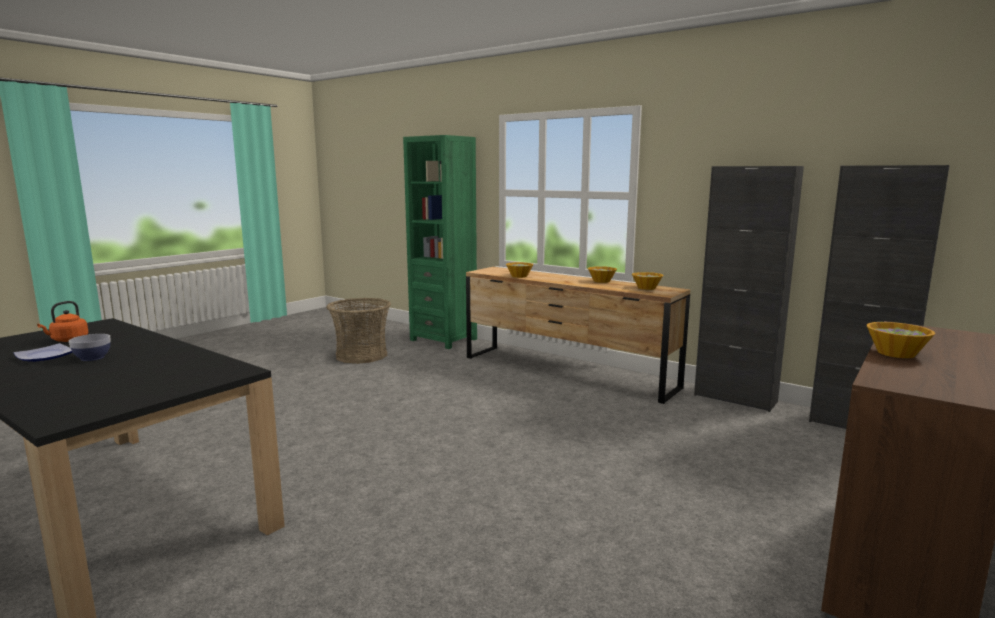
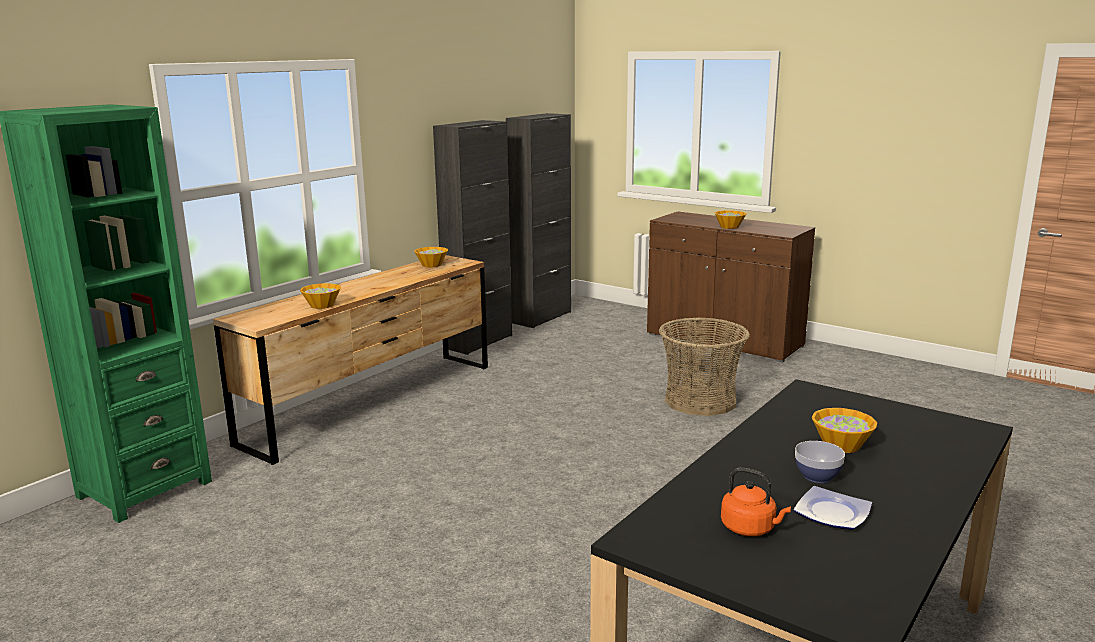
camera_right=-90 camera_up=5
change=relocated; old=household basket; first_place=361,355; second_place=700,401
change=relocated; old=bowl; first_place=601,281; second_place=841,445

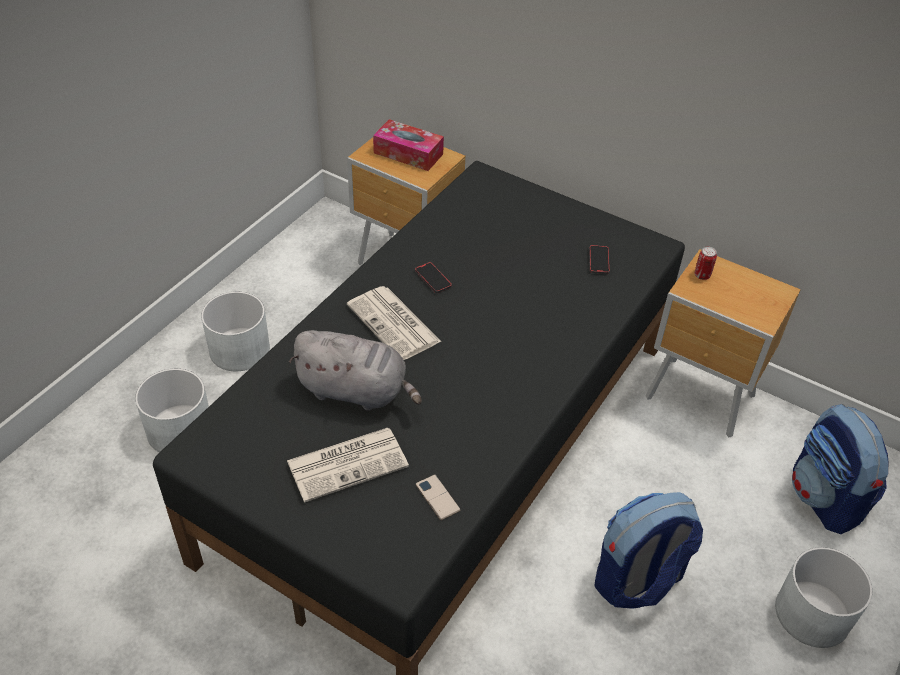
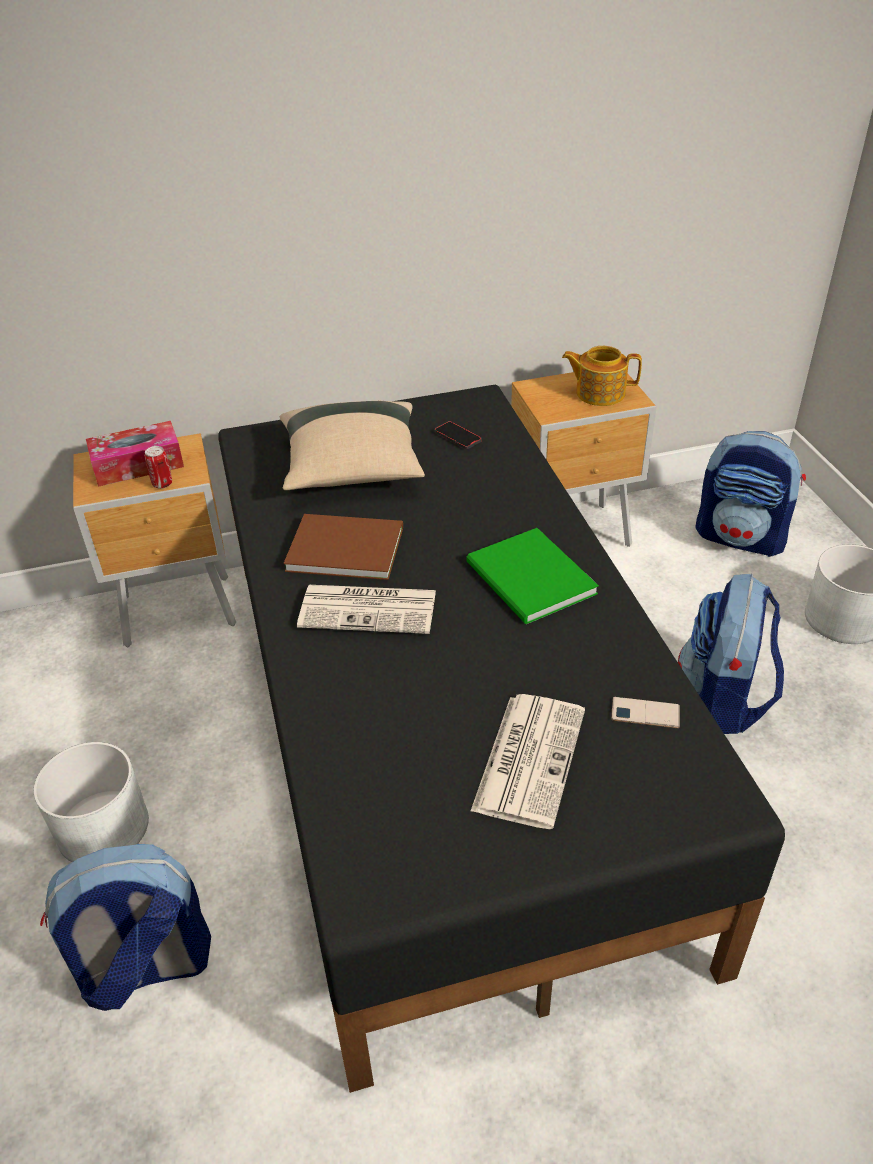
camera_right=-45 camera_up=-5
change=exchanged; old=whitish plant pot; new=knapsack; first_place=179,430; second_place=145,968
change=relocated; old=can; first_place=702,275; second_place=162,484
change=appeared; new=beige-coloured cushion; second_place=352,468
change=exchanged; old=handset; new=brown-coloured book; first_place=433,279; second_place=342,547
change=appeared; new=green book; second_place=530,581
change=appeared; new=teapot; second_place=599,393
change=missing; old=gray plush toy; first_place=356,391

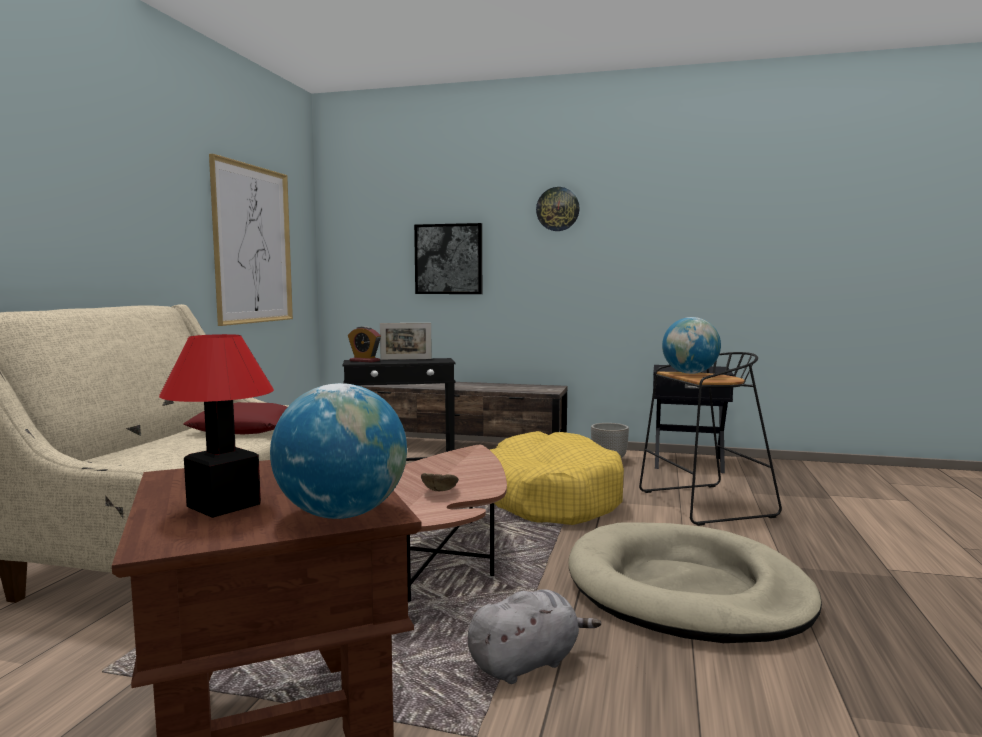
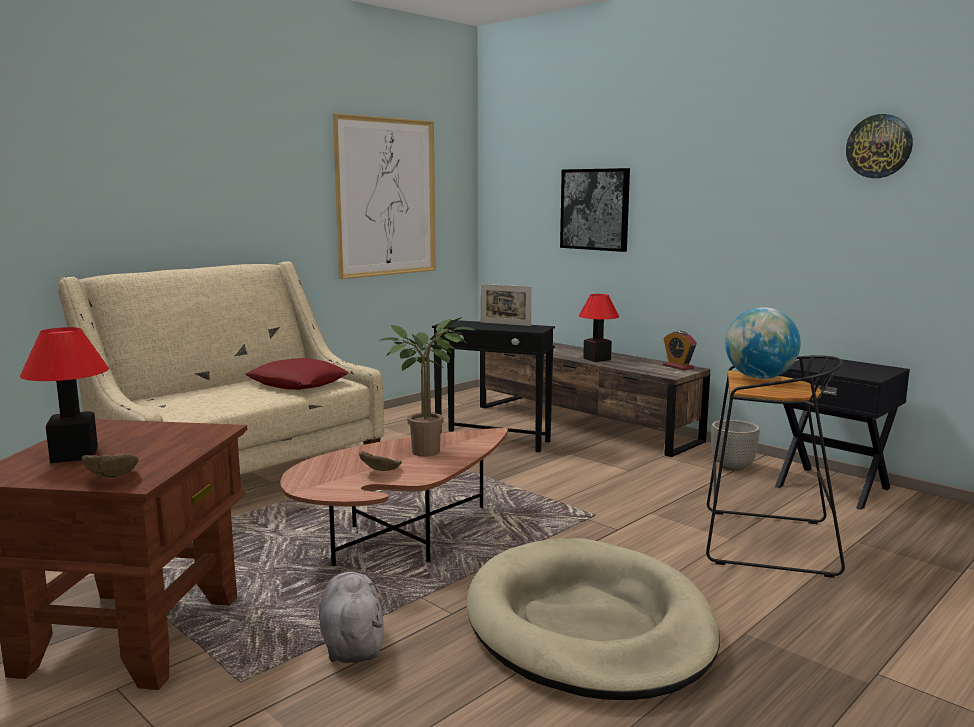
camera_right=30 camera_up=5
change=exchanged; old=globe; new=brown-coloured bowl; first_place=341,515; second_place=114,477
change=spun; old=gray plush toy; first_place=527,663; second_place=352,643; degrees=-105
change=appeared; new=houseplant; second_place=430,450
change=appeared; new=tabletop lamp; second_place=597,359
change=relocated; old=table clock; first_place=364,361; second_place=678,367
change=relocated; old=clock on the wall; first_place=557,209; second_place=879,146
change=missing; old=yellow-coloured dog cushion; first_place=550,498

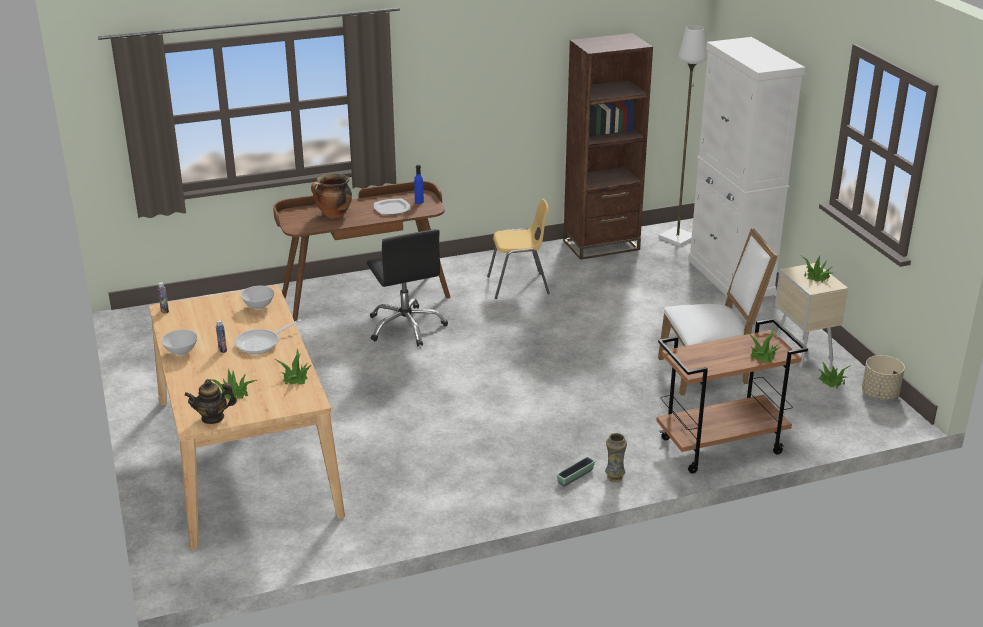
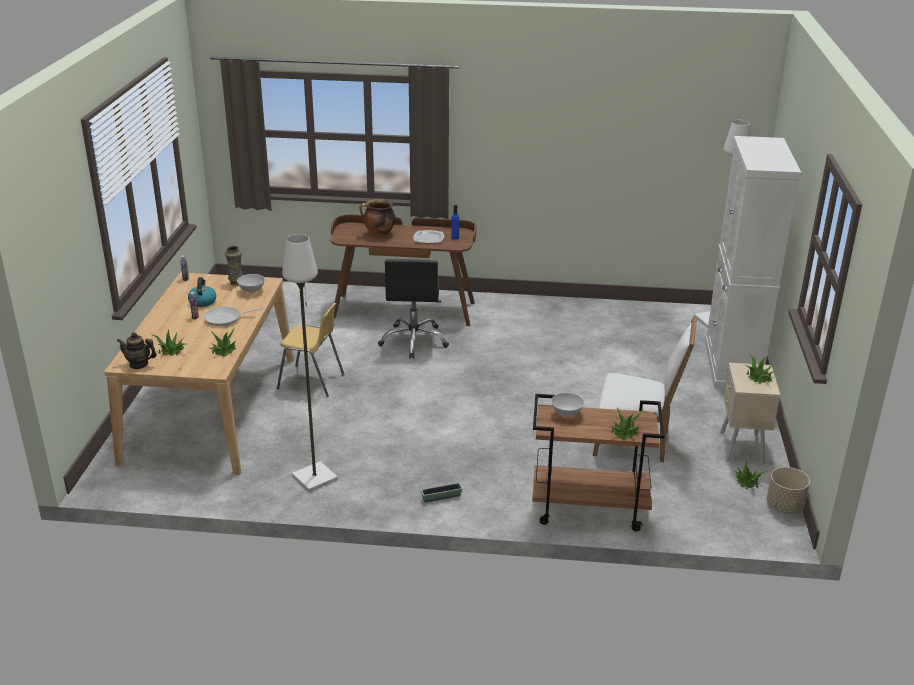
camera_right=25 camera_up=0
change=appeared; new=water kettle; second_place=202,301
change=relocated; old=flower vase; first_place=614,477; second_place=236,282
change=relocated; old=yellow-coloured chair; first_place=519,285; second_place=311,382
change=appeared; new=whitish standard lamp; second_place=315,477
change=relocated; old=whitish bowl; first_place=181,352; second_place=567,414
change=missing; old=brown-coloured bookcase; first_place=601,245

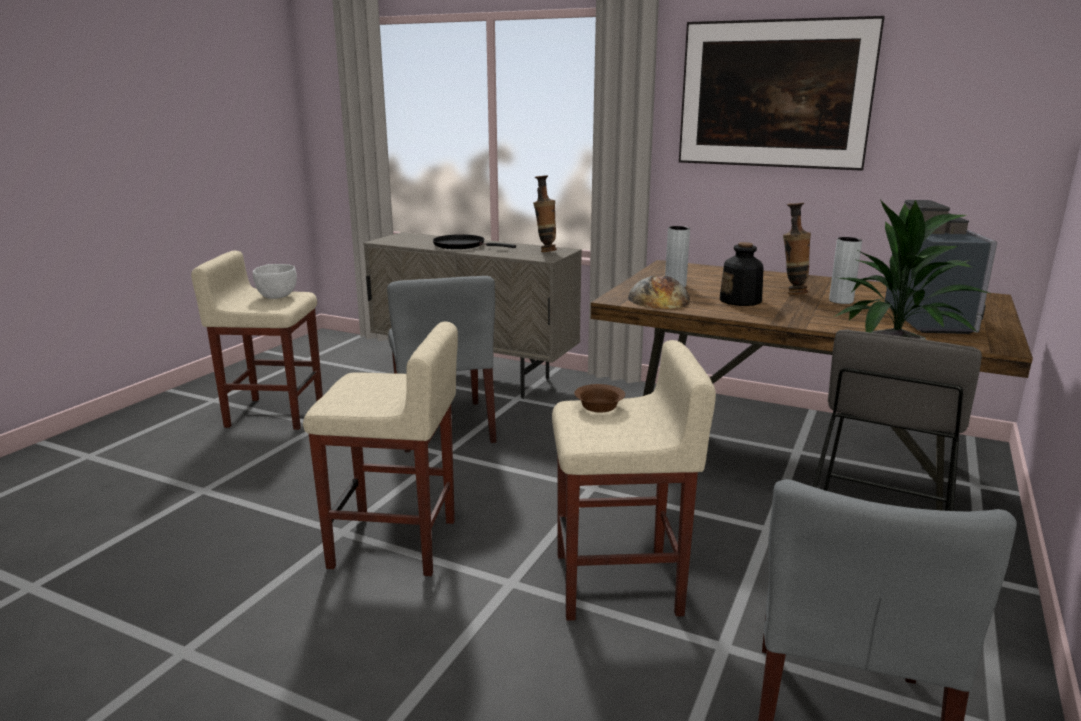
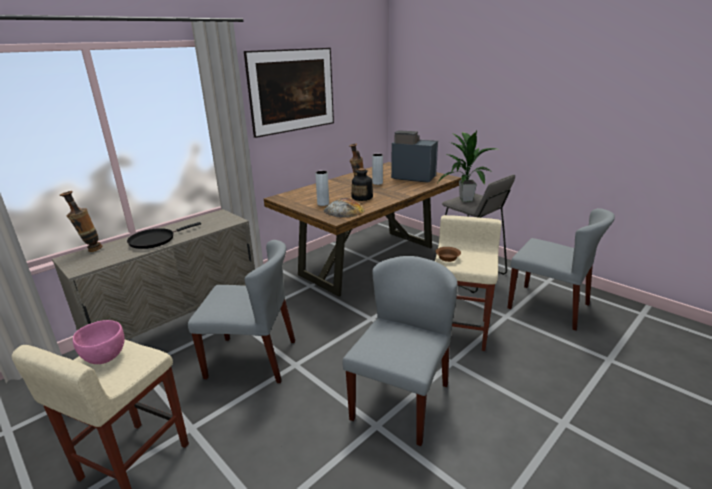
camera_right=-70 camera_up=5
change=relocated; old=flower vase; first_place=545,251; second_place=90,250
change=colour; old=whitish bowl; new=pink bowl; first_place=277,296; second_place=105,357
change=exchanged; old=beige-coloured stool; new=gray chair; first_place=395,544; second_place=400,400

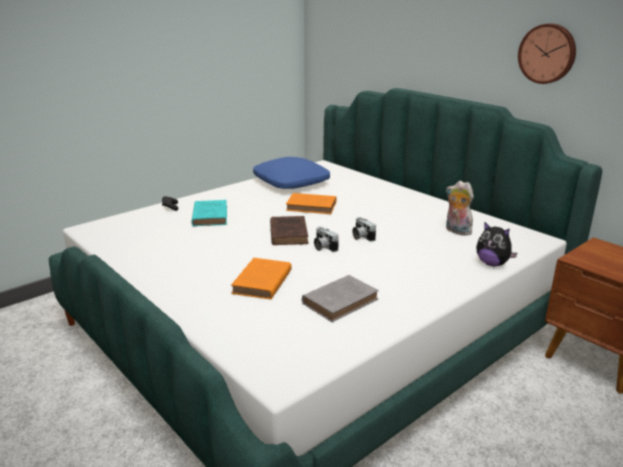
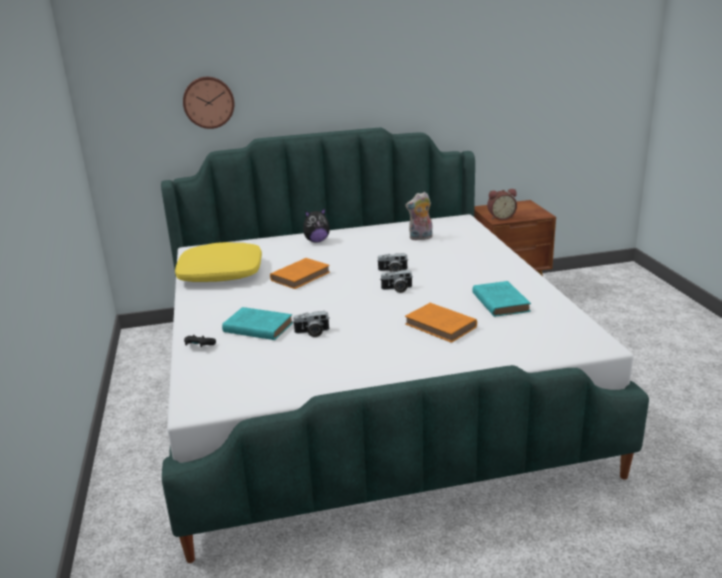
camera_right=-60 camera_up=0
change=colour; old=blue cushion; new=yellow-coloured cushion; first_place=291,182; second_place=221,273
change=relocated; old=clock on the wall; first_place=547,53; second_place=208,102
change=appeared; new=photo camera; second_place=312,332
change=relocated; old=plush toy; first_place=492,263; second_place=316,241
change=colour; old=gray book; new=turquoise-coloured book; first_place=341,301; second_place=499,301
change=appeared; new=table clock; second_place=501,217
change=missing; old=brown-coloured book; first_place=288,233

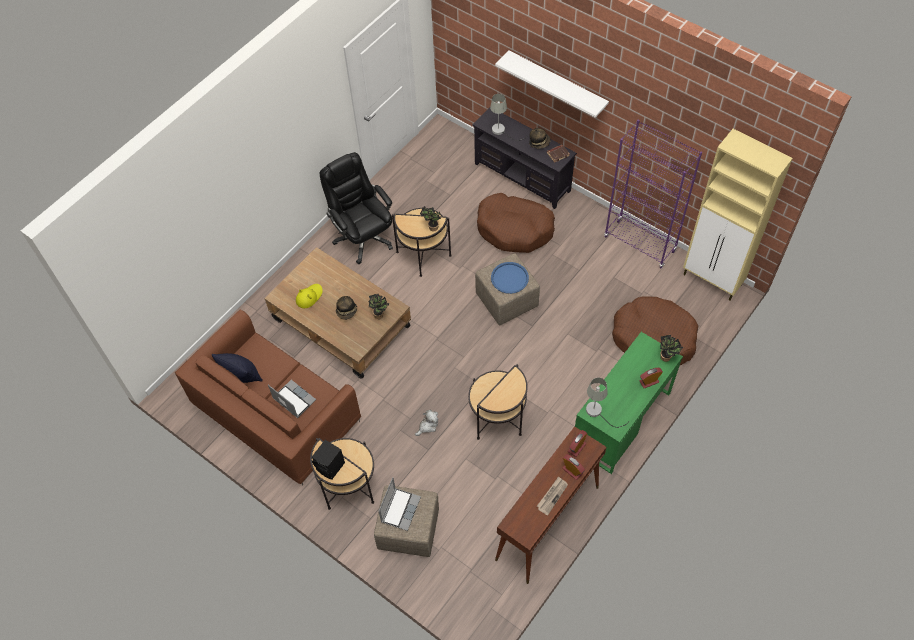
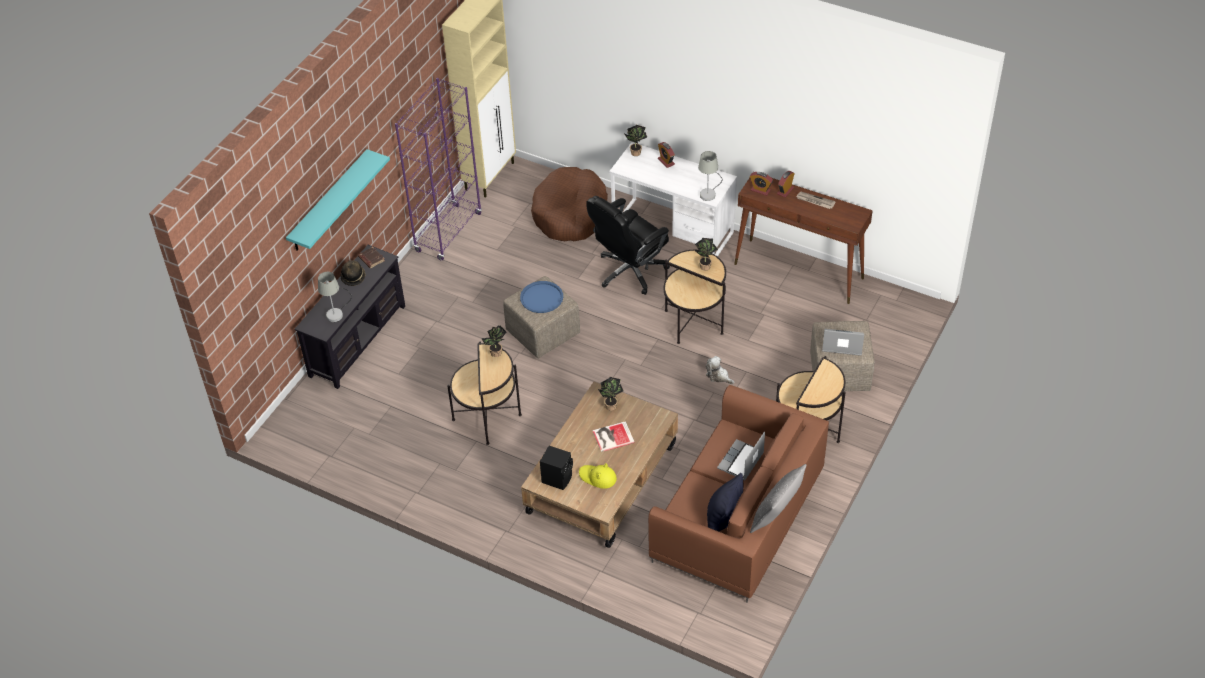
camera_right=-100 camera_up=-10
change=colour; old=whitish shelf; new=turquoise-coloured shelf; first_place=557,83; second_place=329,202
change=relocated; old=blackish audio speaker; first_place=331,467; second_place=557,478
change=relocated; old=blackish office chair; first_place=363,237; second_place=630,271
change=exchanged; old=hat; new=book; first_place=347,311; second_place=612,436
change=colour; old=green desk; new=whitish desk; first_place=621,420; second_place=673,230
change=appeared; new=houseplant; second_place=704,265
change=appeared; new=gray cushion; second_place=776,516
change=missing; old=brown-coloured dog cushion; first_place=514,229

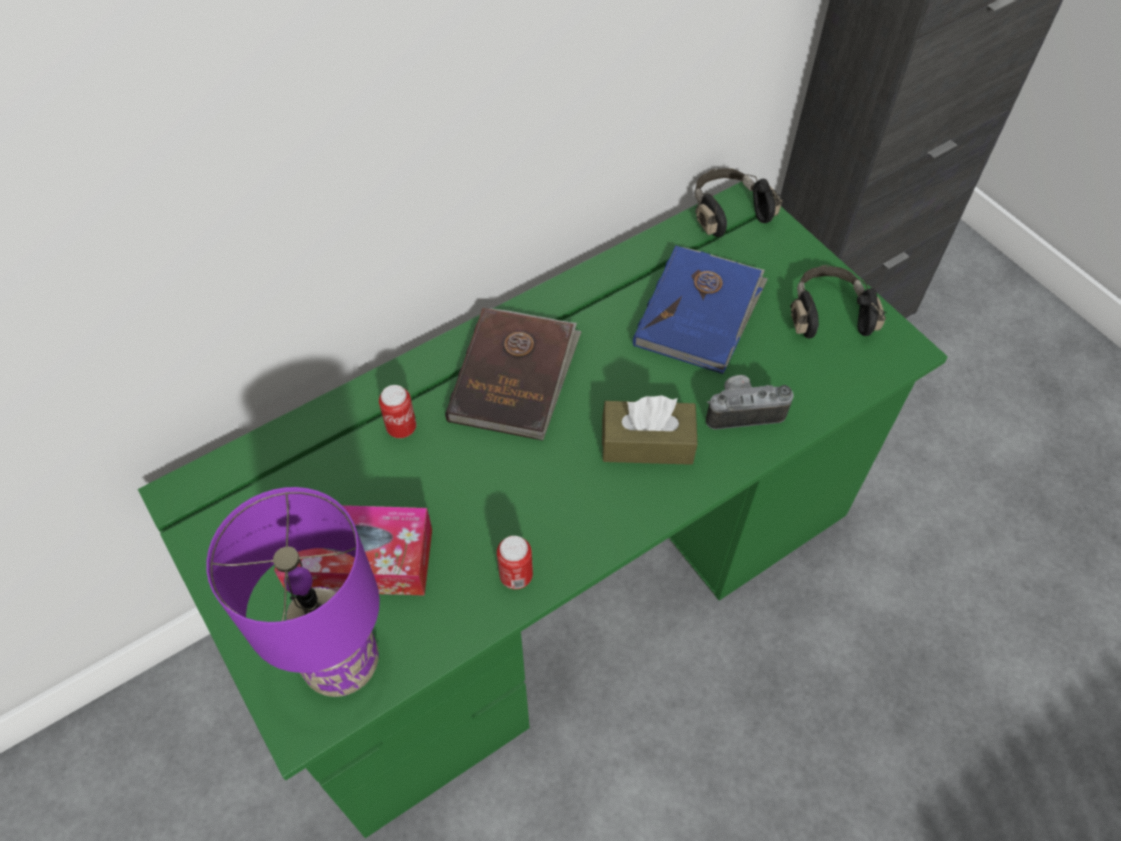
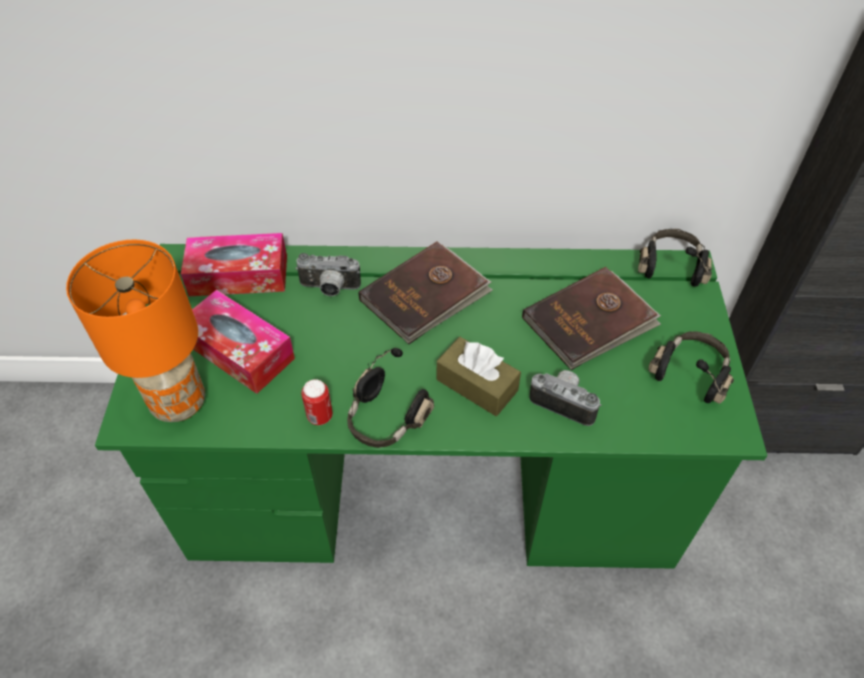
camera_right=35 camera_up=-5
change=colour; old=purple-coloured tabletop lamp; new=orange tabletop lamp; first_place=343,662; second_place=180,403
change=appeared; new=tissue box; second_place=239,275
change=exchanged; old=can; new=photo camera; first_place=401,428; second_place=329,289
change=appeared; new=blackish headset; second_place=385,419
change=colour; old=blue book; new=brown-coloured book; first_place=700,312; second_place=590,321

